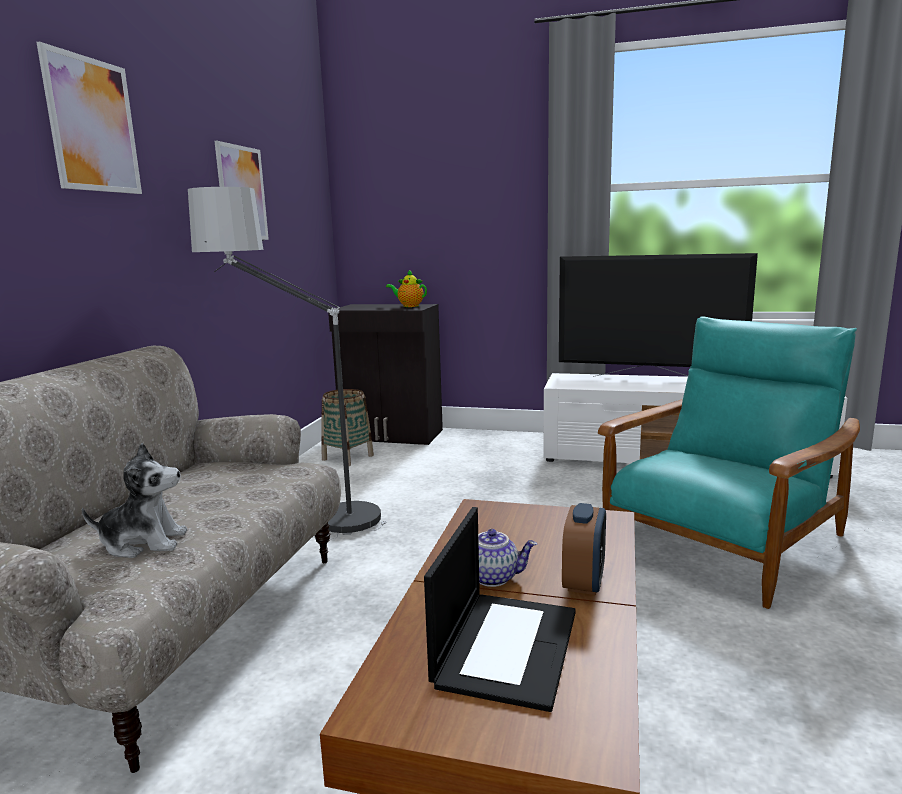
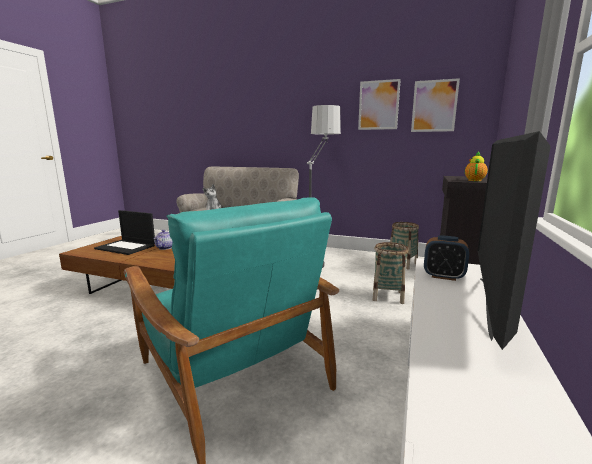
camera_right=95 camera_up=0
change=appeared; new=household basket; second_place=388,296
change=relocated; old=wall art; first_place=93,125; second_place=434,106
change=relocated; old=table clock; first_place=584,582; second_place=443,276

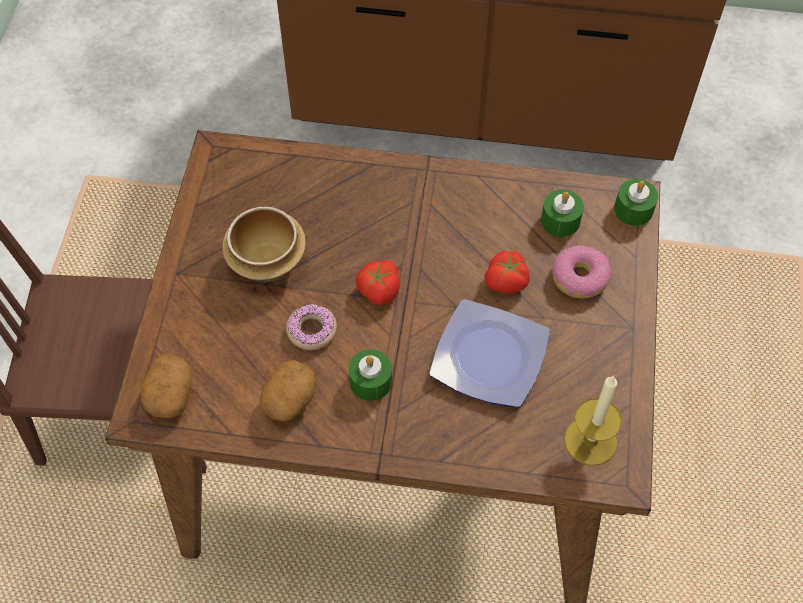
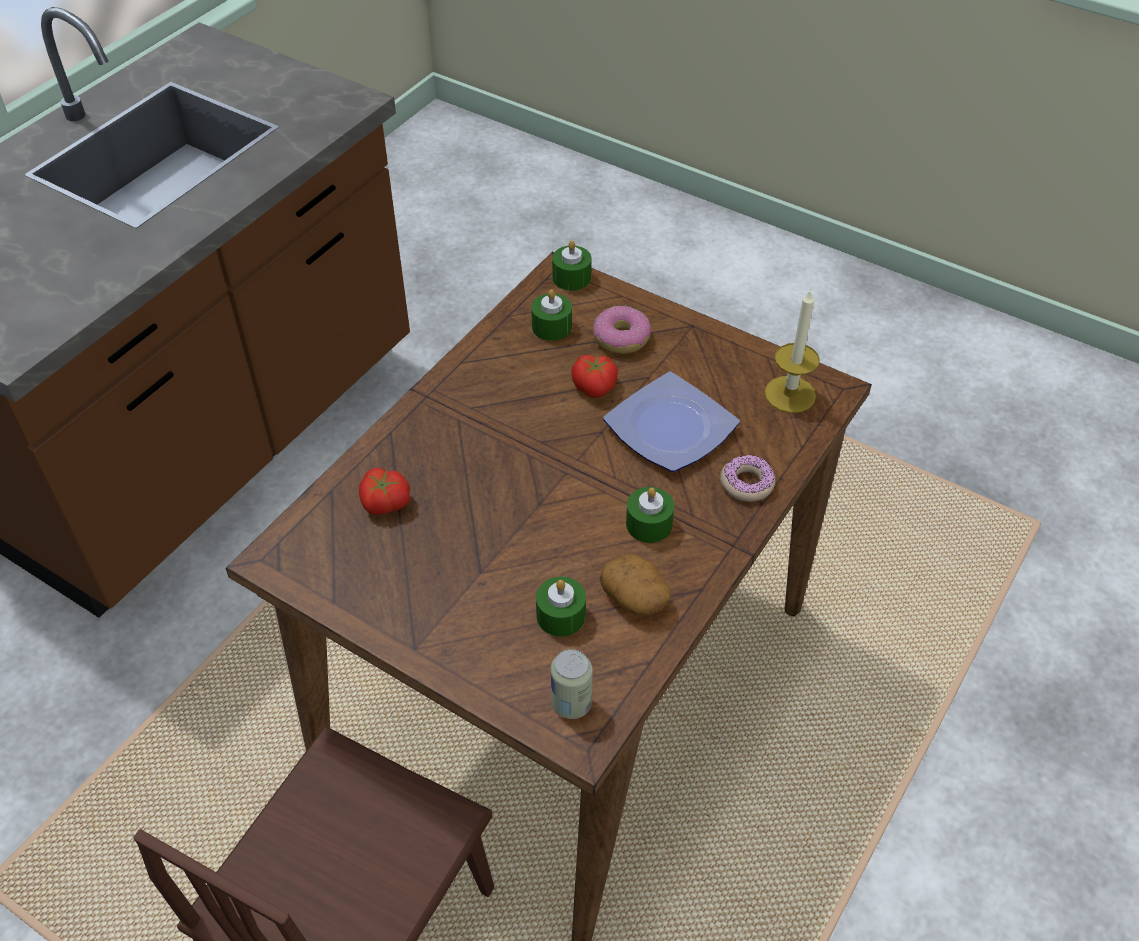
camera_right=-65 camera_up=-10
change=relocated; old=whole tomato; first_place=378,290; second_place=384,503
change=appeared; new=green wax candle; second_place=561,615
change=exchanged; old=potato; new=can; first_place=169,394; second_place=571,704
change=relocated; old=donut; first_place=312,330; second_place=747,483
change=missing; old=bowl; first_place=269,261

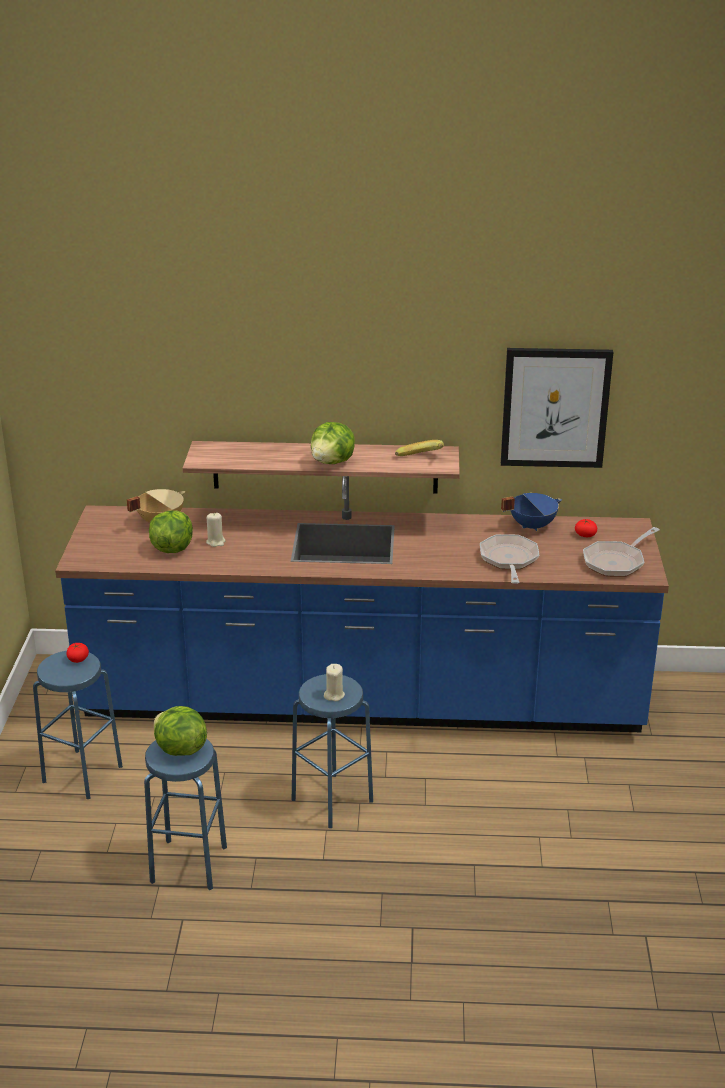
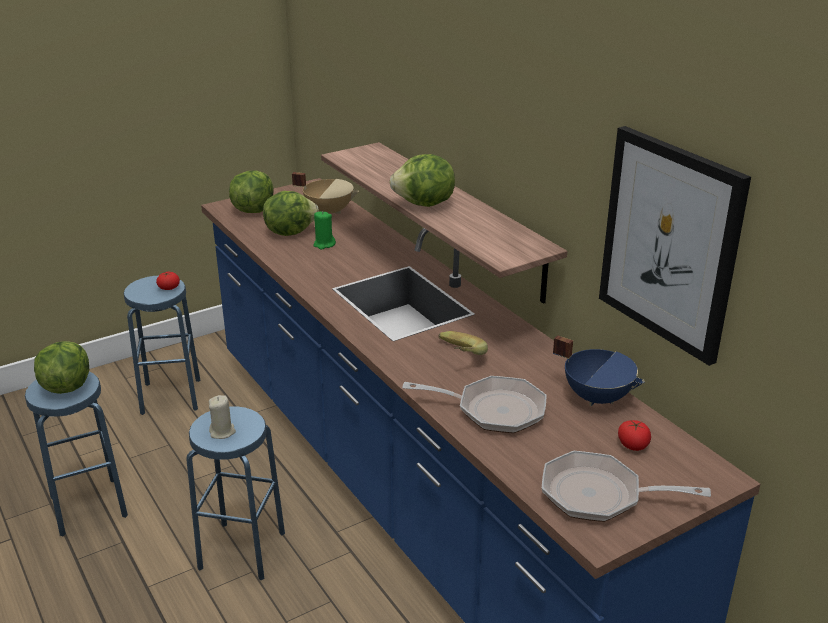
camera_right=55 camera_up=0
change=appeared; new=lettuce; second_place=253,210
change=colour; old=beige-coloured wax candle; new=green wax candle; first_place=216,542; second_place=324,244
change=spun; old=frying pan; first_place=509,560; second_place=493,410; degrees=45
change=relocated; old=whole banana; first_place=421,460; second_place=457,357

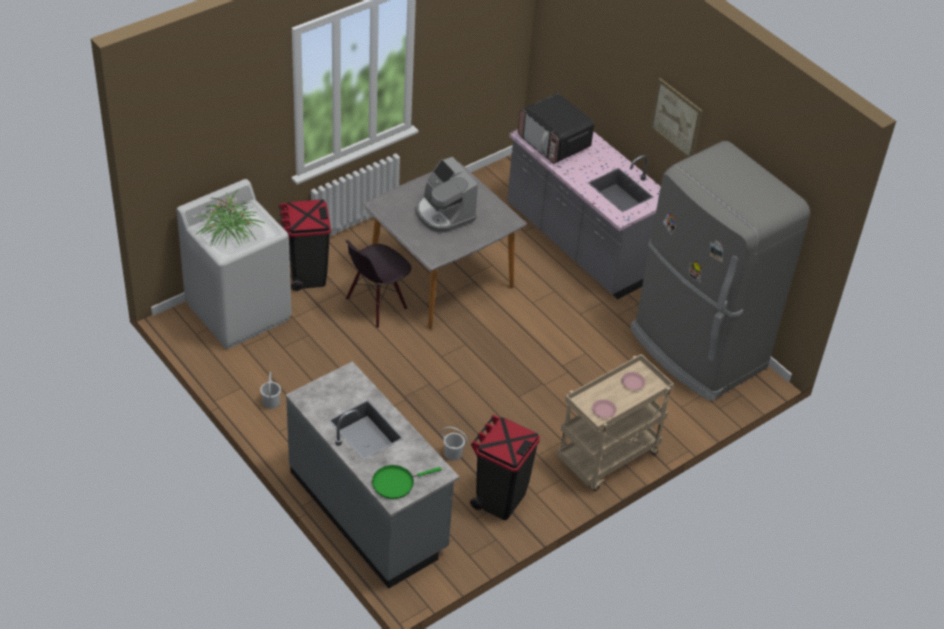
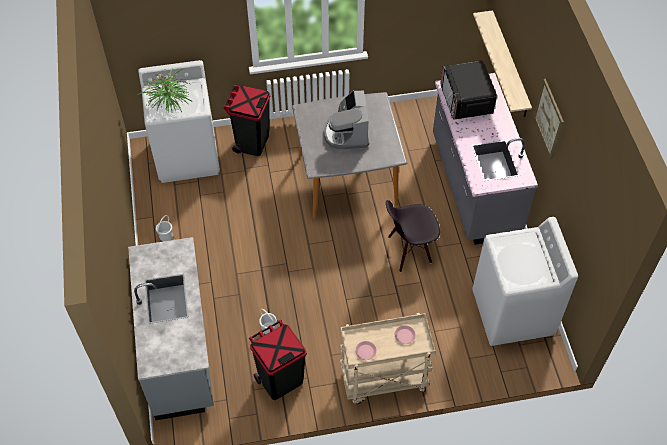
camera_right=30 camera_up=10
change=relocated; old=blackish chair; first_place=376,305; second_place=409,251
change=appeared; new=shelf; second_place=509,65
change=exchanged; old=gray refrigerator; new=whitish laundry machine; first_place=697,350; second_place=512,313
change=missing; old=green frying pan; first_place=396,483

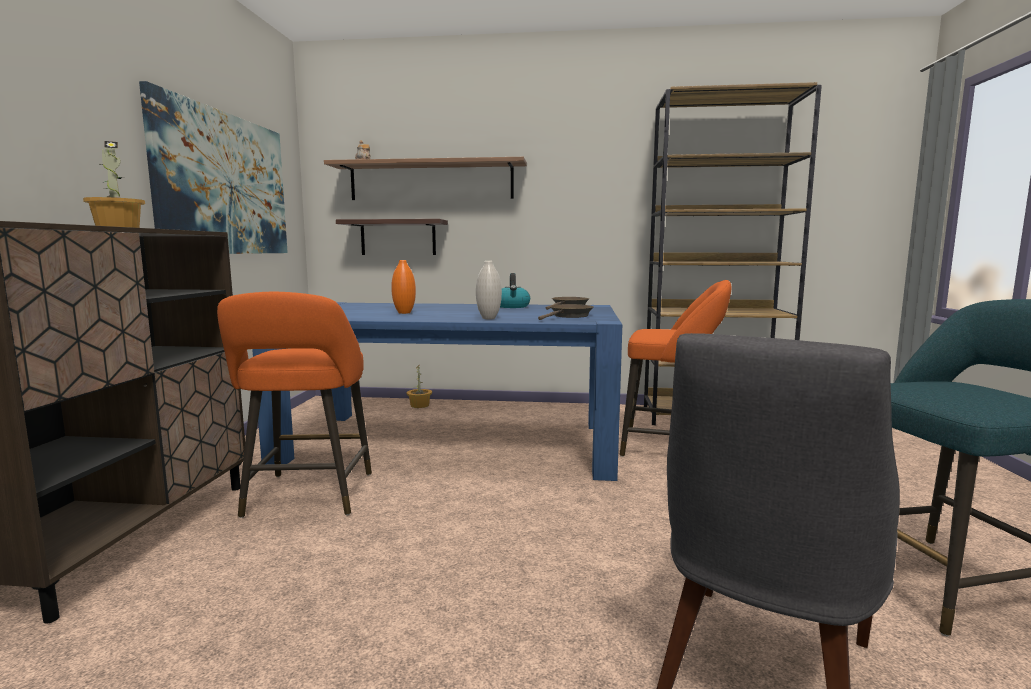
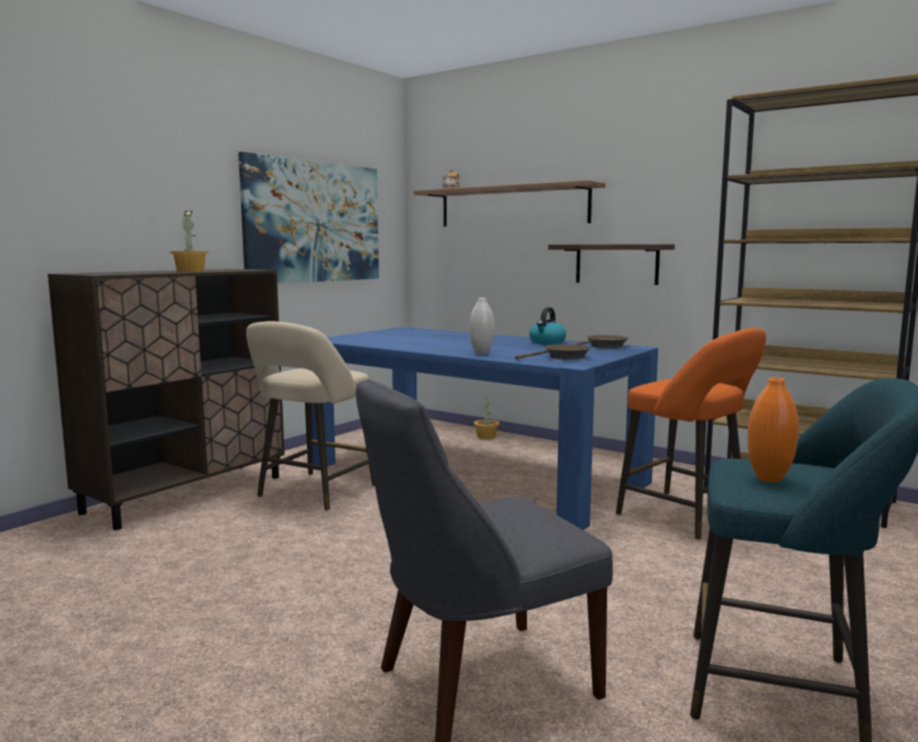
camera_right=30 camera_up=0
change=colour; old=orange stool; new=beige-coloured stool; first_place=307,498; second_place=313,493
change=relocated; old=shelf; first_place=398,237; second_place=616,264
change=relocated; old=orange flower vase; first_place=404,313; second_place=769,478

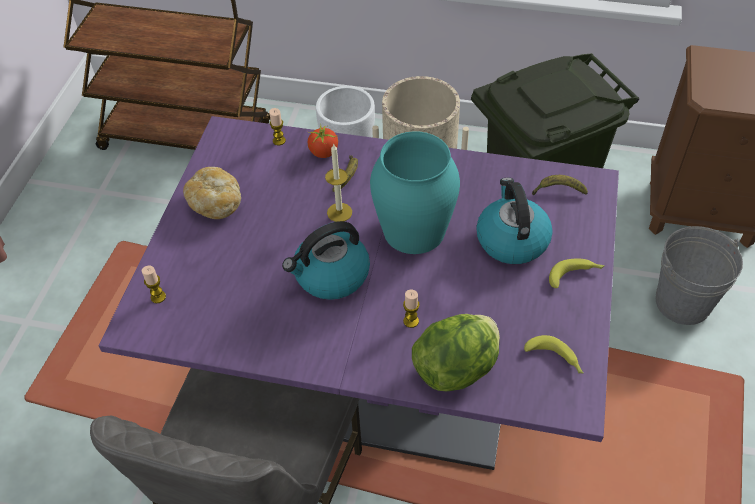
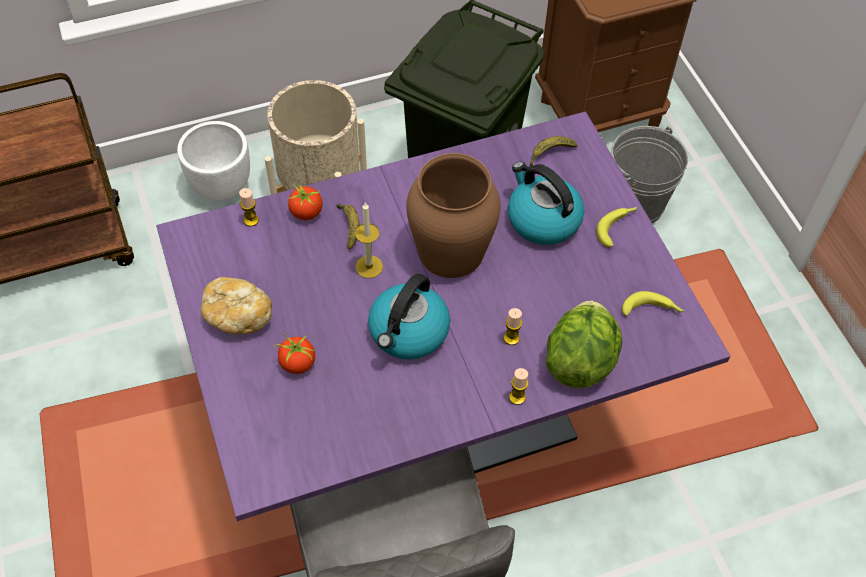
camera_right=-35 camera_up=5
change=appeared; new=whole tomato; second_place=297,363
change=colour; old=turquoise-coloured flower vase; new=brown-coloured flower vase; first_place=415,230; second_place=451,250
change=relocated; old=wax candle; first_place=158,297; second_place=517,397

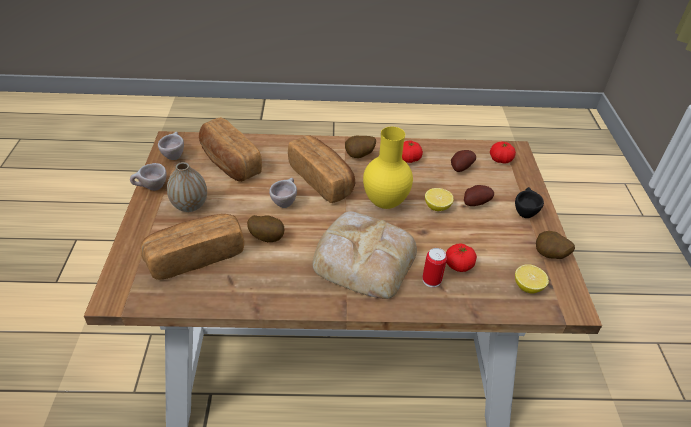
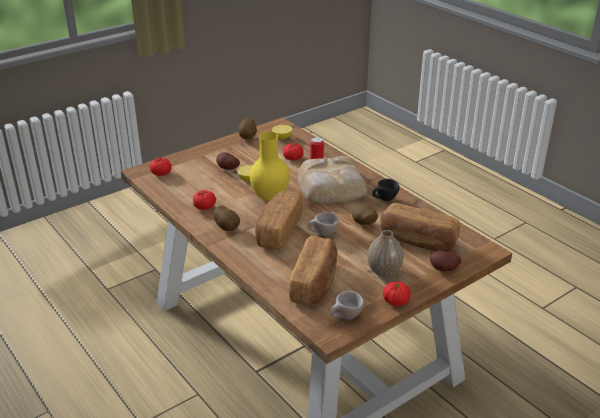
camera_right=-125 camera_up=-10
change=relocated; old=blackish small cup; first_place=524,212; second_place=384,200
change=exchanged; old=beige-coloured small cup; new=whole tomato; first_place=151,188; second_place=396,301
change=relocated; old=potato; first_place=460,168; second_place=444,270

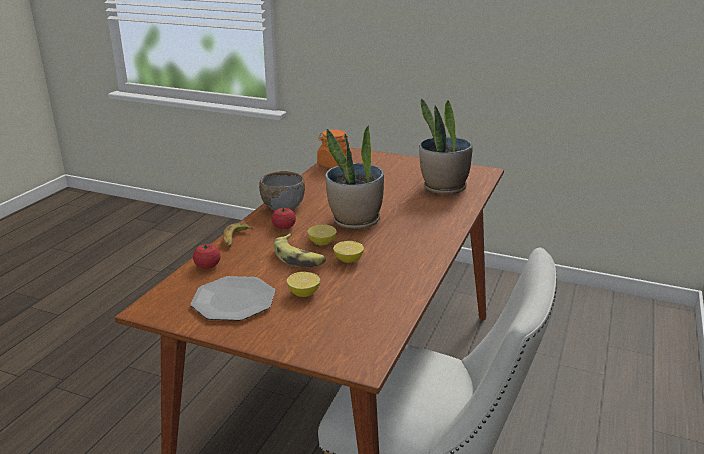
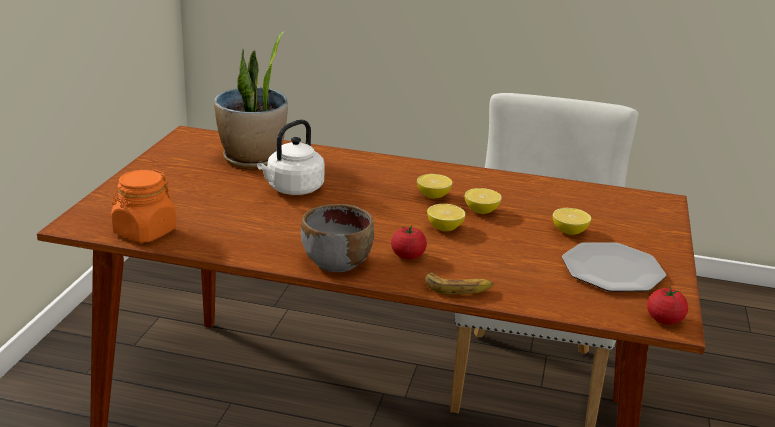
camera_right=-100 camera_up=0
change=appeared; new=whitish water kettle; second_place=293,189
change=appeared; new=whole lemon; second_place=433,196
change=relocated; old=whole tomato; first_place=207,266; second_place=664,320
change=missing; old=whole banana; first_place=299,257
change=missing; old=houseplant; first_place=355,221

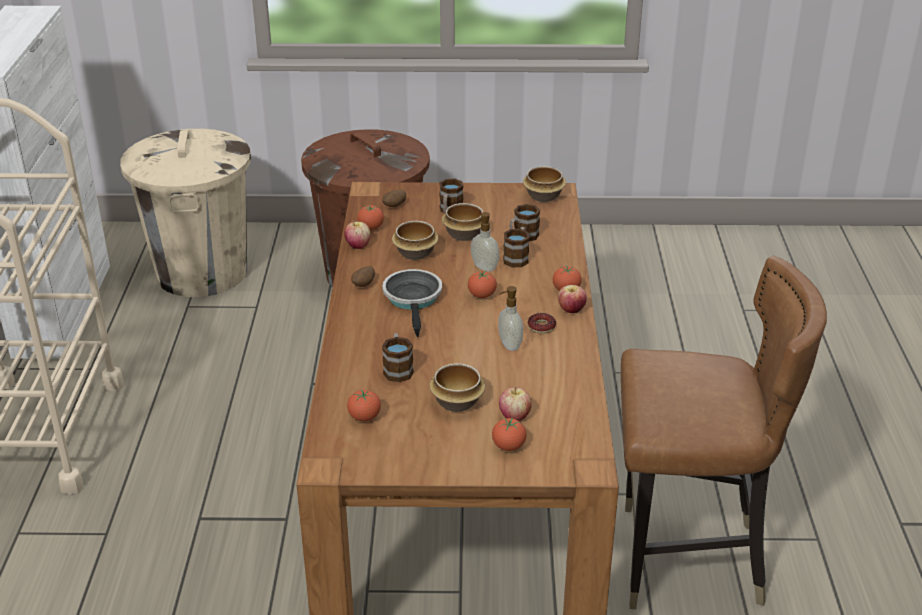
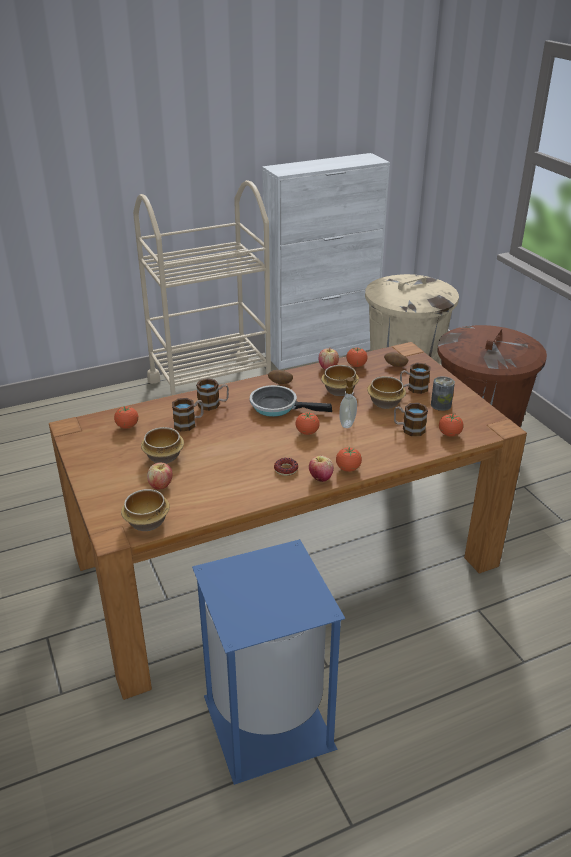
camera_right=65 camera_up=0
change=relocated; old=bowl; first_place=544,196; second_place=148,523
change=exchanged; old=brown-coloured chair; new=blue waste bin; first_place=686,560; second_place=267,725
change=relocated; old=tea mug; first_place=517,257; second_place=213,404
change=spun; old=frying pan; first_place=413,299; second_place=278,406; degrees=-135
change=appeared; new=can; second_place=441,405
change=relocated; old=whole tomato; first_place=508,446; second_place=449,434
change=missing; old=liquid soap bottle; first_place=509,345

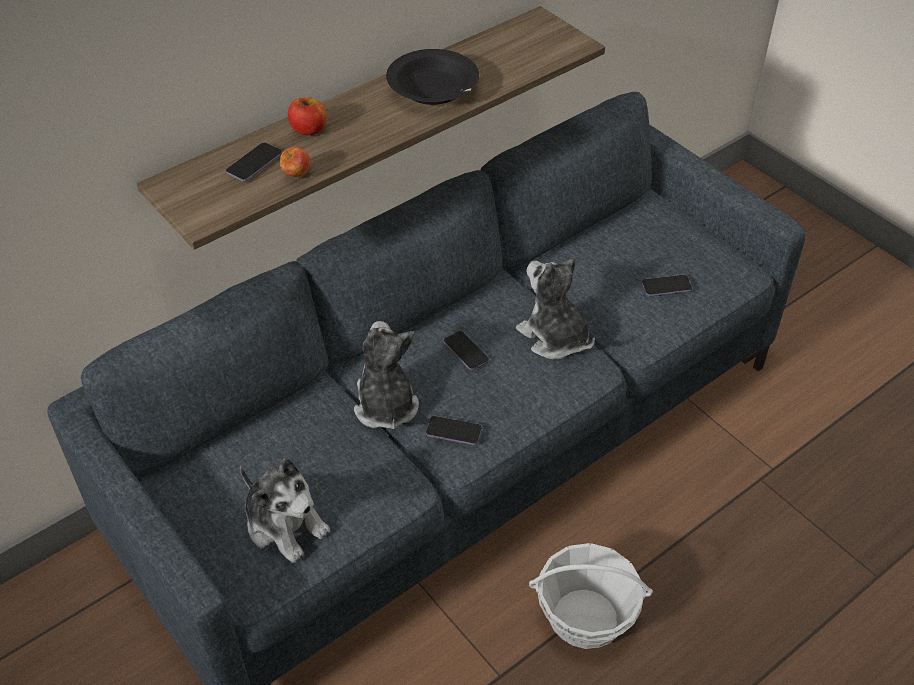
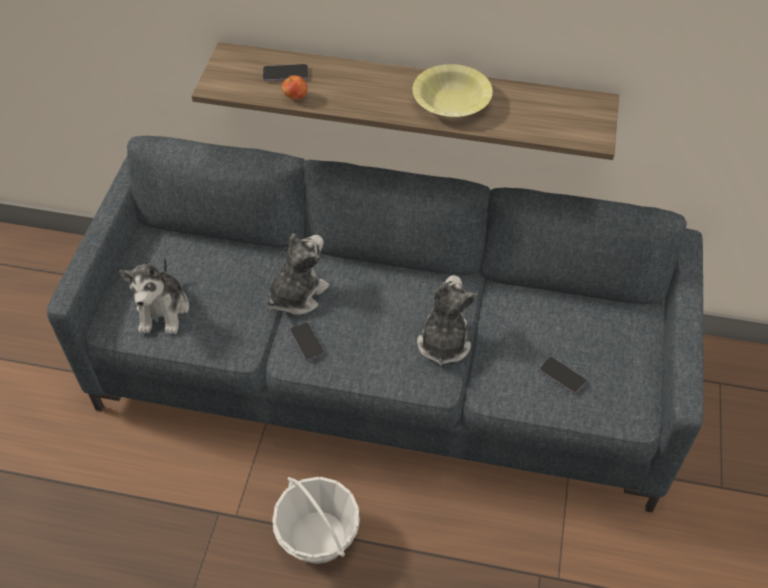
camera_right=50 camera_up=5
change=colour; old=blackish bowl; new=yellow-coloured bowl; first_place=433,90; second_place=451,101
change=missing; old=whole apple; first_place=309,129
change=missing; old=handset; first_place=466,352

